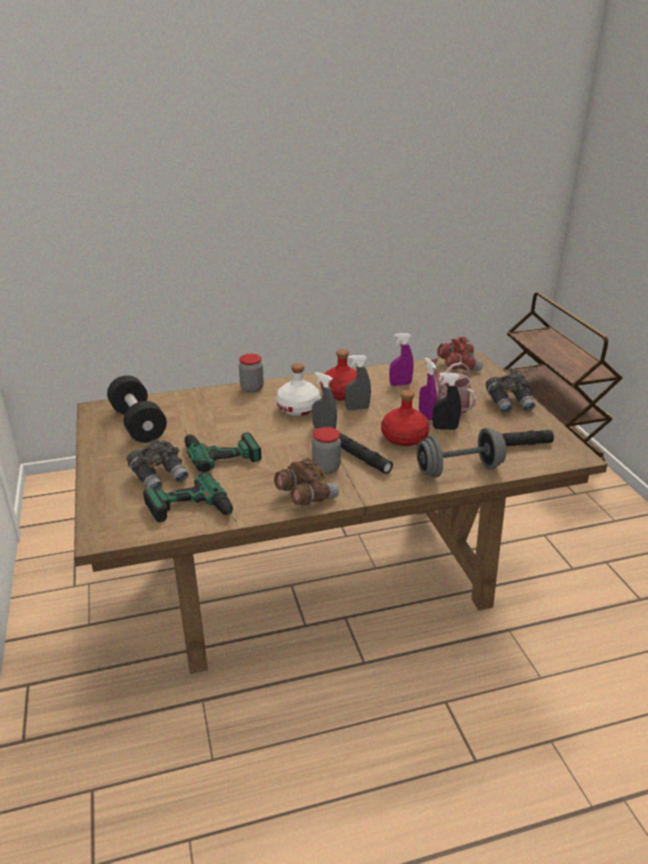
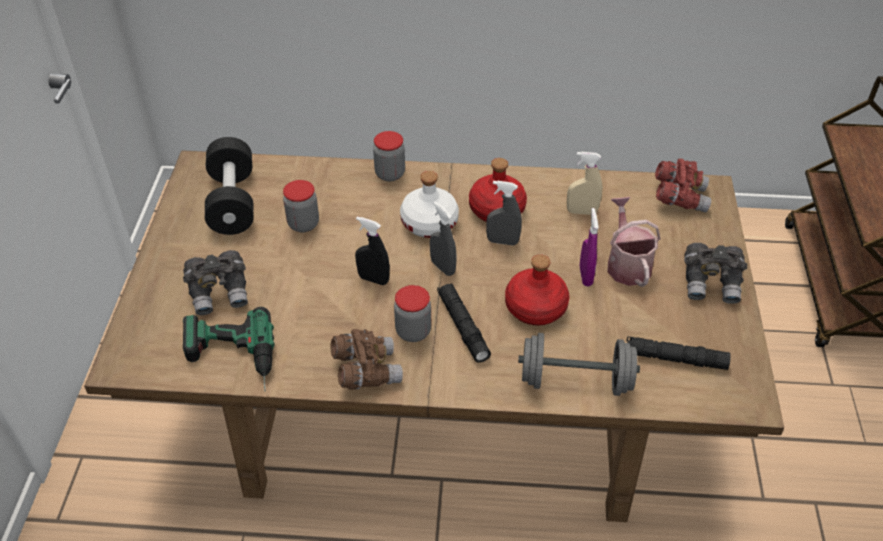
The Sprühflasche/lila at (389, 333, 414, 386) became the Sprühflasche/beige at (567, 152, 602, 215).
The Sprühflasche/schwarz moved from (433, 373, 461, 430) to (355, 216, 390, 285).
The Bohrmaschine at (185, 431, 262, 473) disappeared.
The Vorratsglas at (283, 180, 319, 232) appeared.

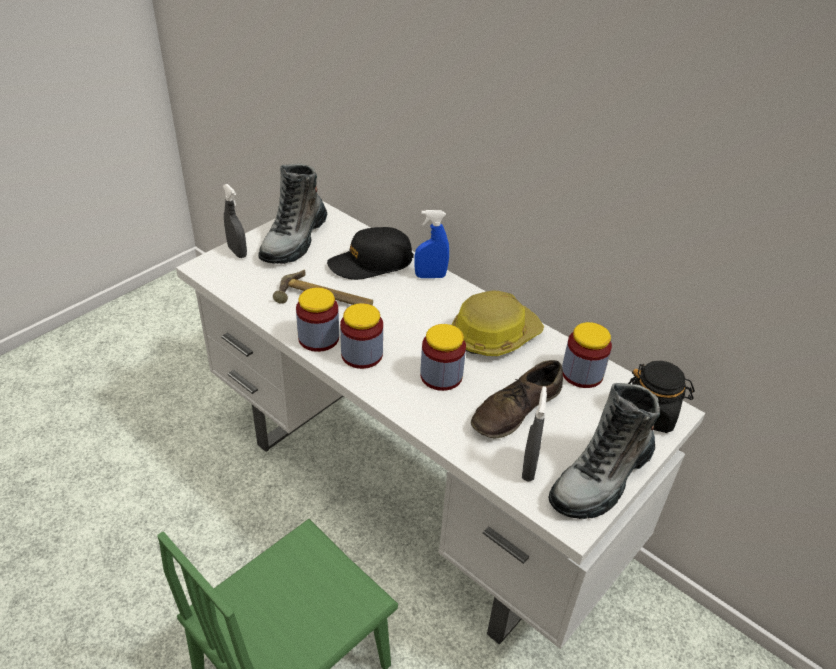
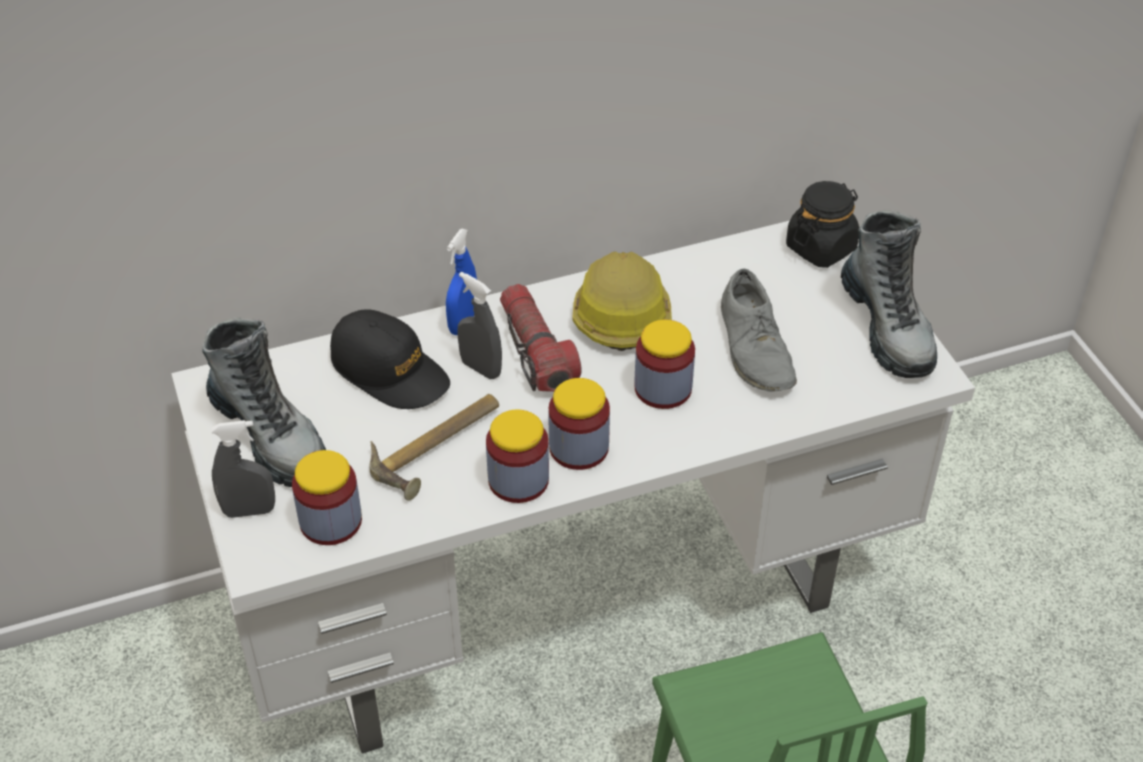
The Kappe/schwarz at (327, 227, 414, 280) turned 60 degrees counterclockwise.
The Vorratsglas moved from (562, 322, 612, 388) to (292, 450, 362, 545).
The Schuh/braun at (471, 360, 563, 439) became the Schuh/grau at (721, 269, 797, 392).
The Sprühflasche/grau moved from (522, 386, 547, 482) to (458, 272, 502, 379).
The Taschenlampe at (500, 284, 582, 392) appeared.

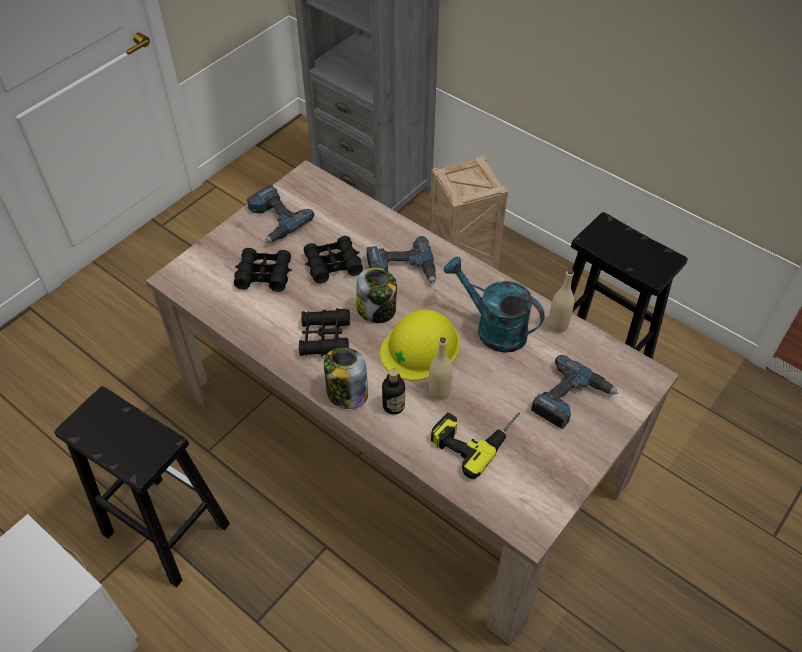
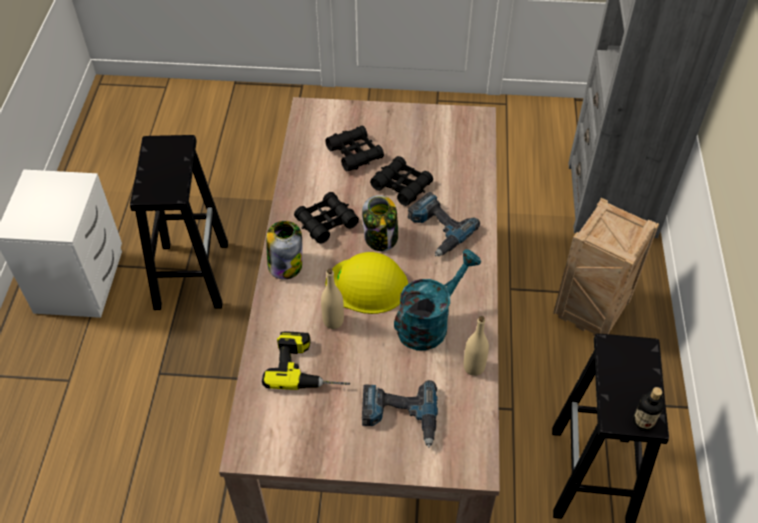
The Bohrmaschine at (246, 185, 314, 243) disappeared.
The Gießkanne/türkis at (443, 256, 545, 353) turned 45 degrees clockwise.
The Flasche moved from (382, 369, 405, 414) to (632, 387, 664, 430).

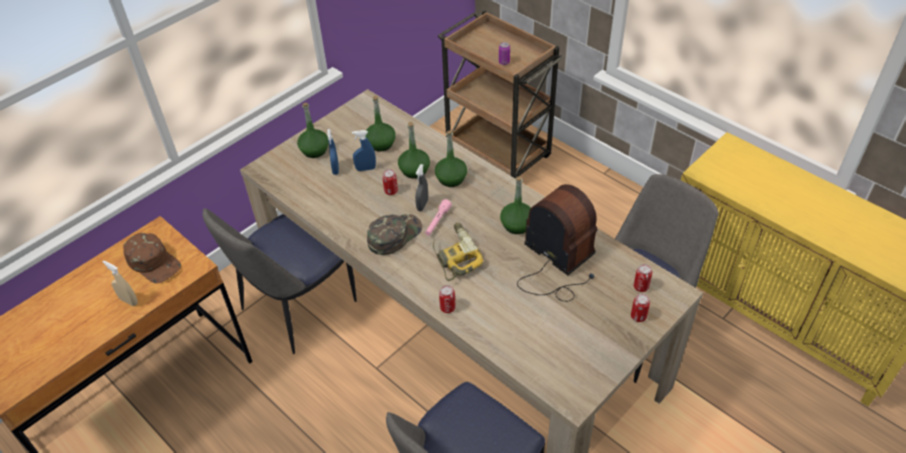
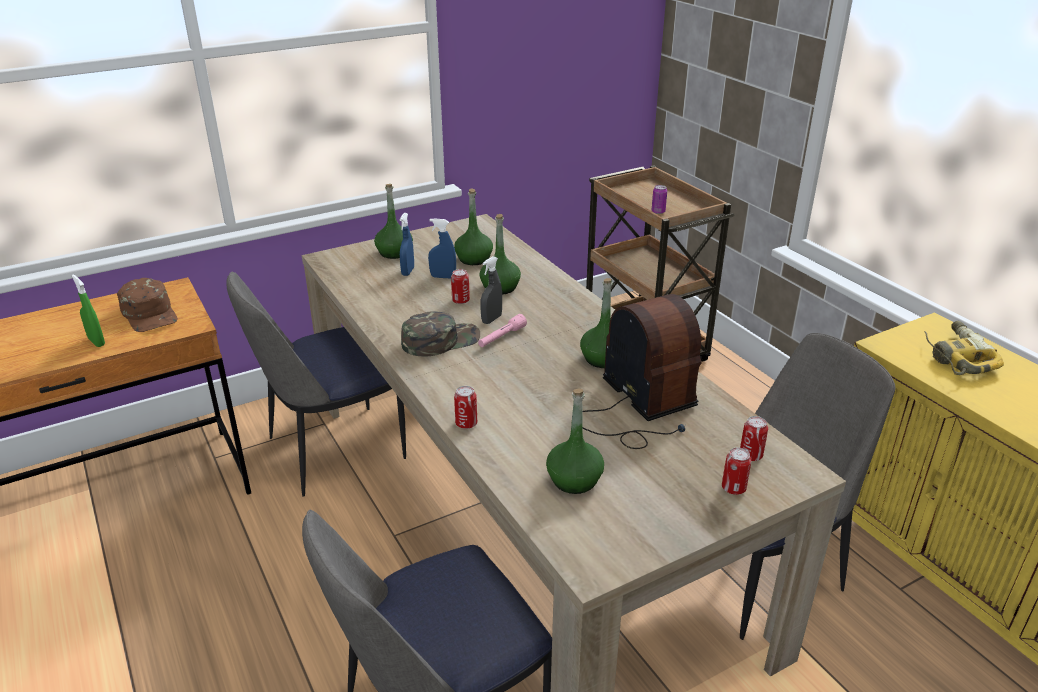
The Flasche/grün moved from (435, 131, 467, 187) to (546, 388, 604, 494).
The Bohrmaschine moved from (433, 223, 483, 281) to (925, 321, 1004, 375).
The Sprühflasche/beige at (103, 261, 138, 306) became the Sprühflasche/grün at (72, 274, 105, 347).

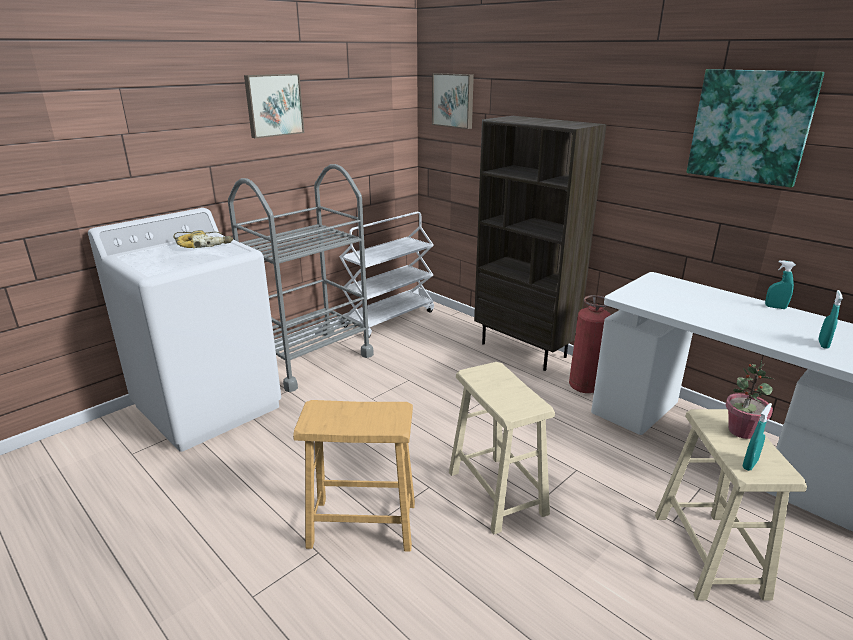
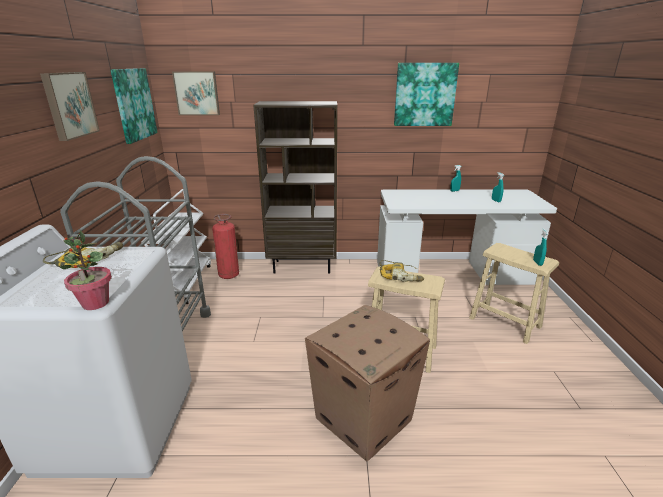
The Feuerlöscher moved from (569, 295, 611, 393) to (212, 214, 239, 279).
The Topfpflanze moved from (726, 359, 773, 439) to (59, 230, 112, 310).
The Hocker/braun at (293, 400, 415, 552) was replaced by the Karton at (305, 305, 430, 462).
The Bild at (111, 68, 158, 144) appeared.
The Bohrmaschine at (379, 260, 424, 282) appeared.

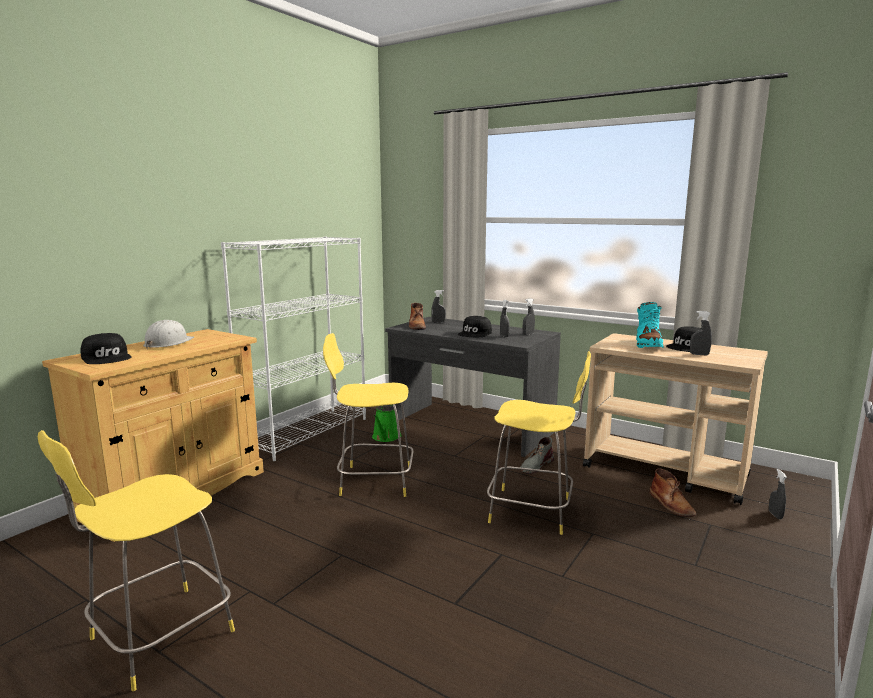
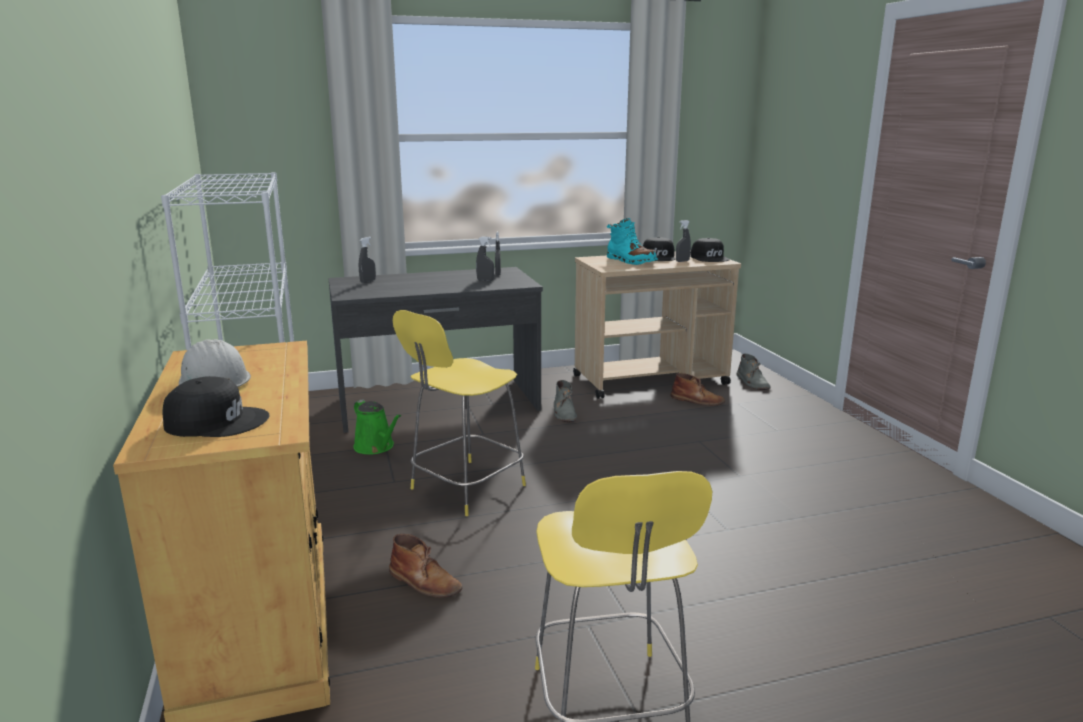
The Stiefel/braun moved from (409, 303, 426, 330) to (389, 534, 462, 598).
The Kappe/schwarz moved from (458, 316, 492, 337) to (690, 238, 730, 262).
The Hocker/gelb at (487, 351, 591, 535) disappeared.
The Sprühflasche/grau at (769, 469, 787, 519) was replaced by the Stiefel/grau at (737, 353, 771, 390).

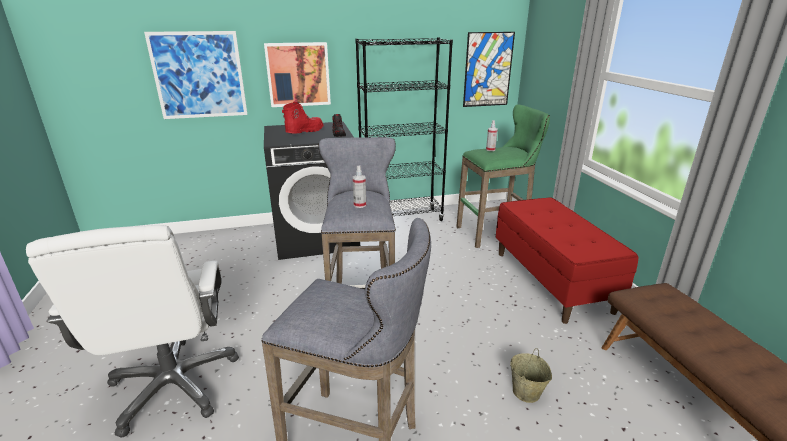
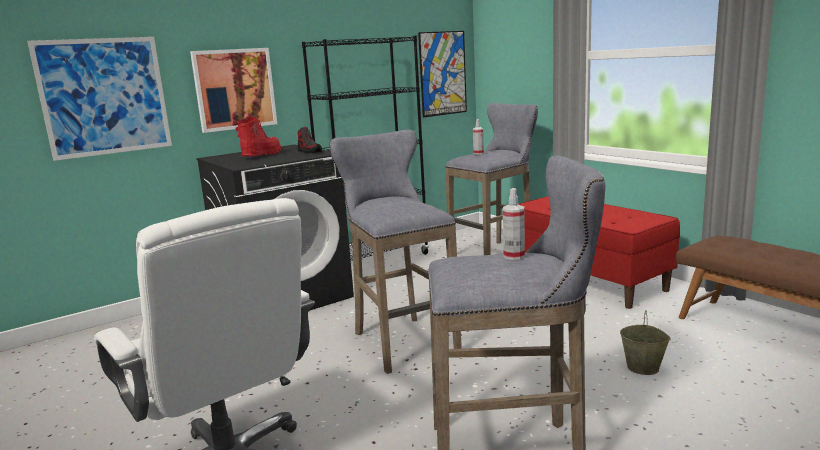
The Hocker/grün at (456, 104, 550, 248) became the Hocker/grau at (445, 103, 538, 255).
The Sprühflasche moved from (353, 166, 366, 208) to (503, 188, 525, 260).

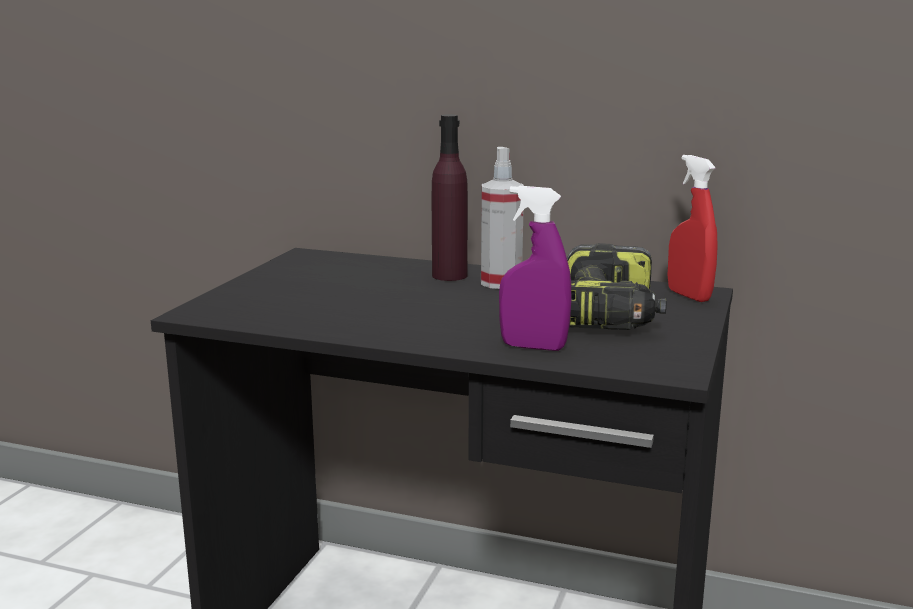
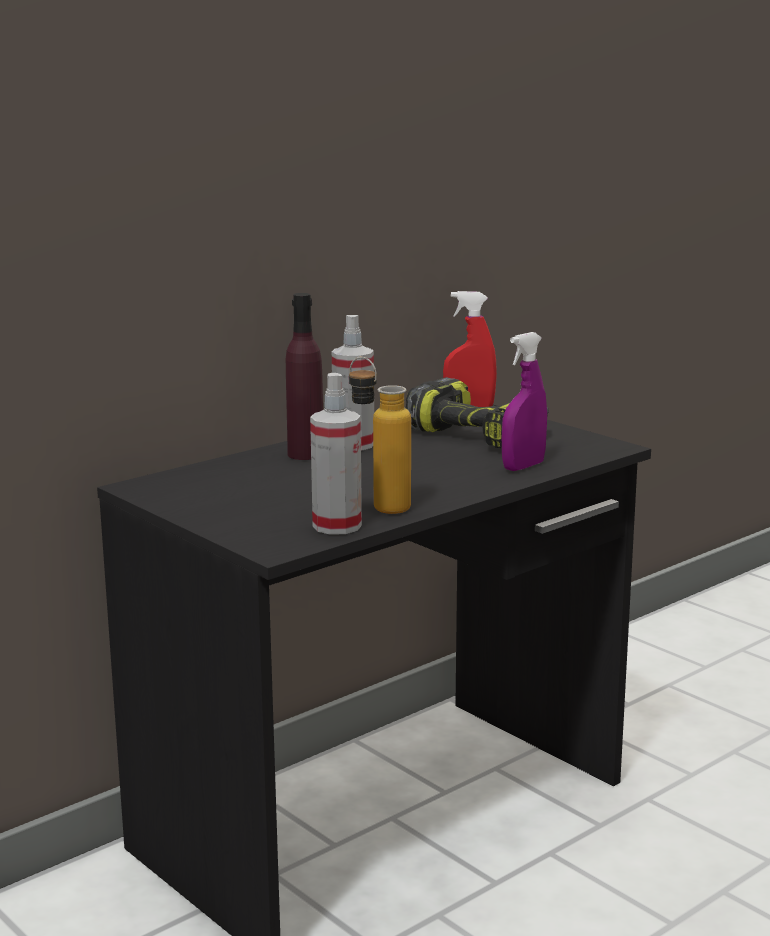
The Flasche at (349, 357, 411, 514) appeared.
The Sprühflasche at (310, 373, 362, 535) appeared.

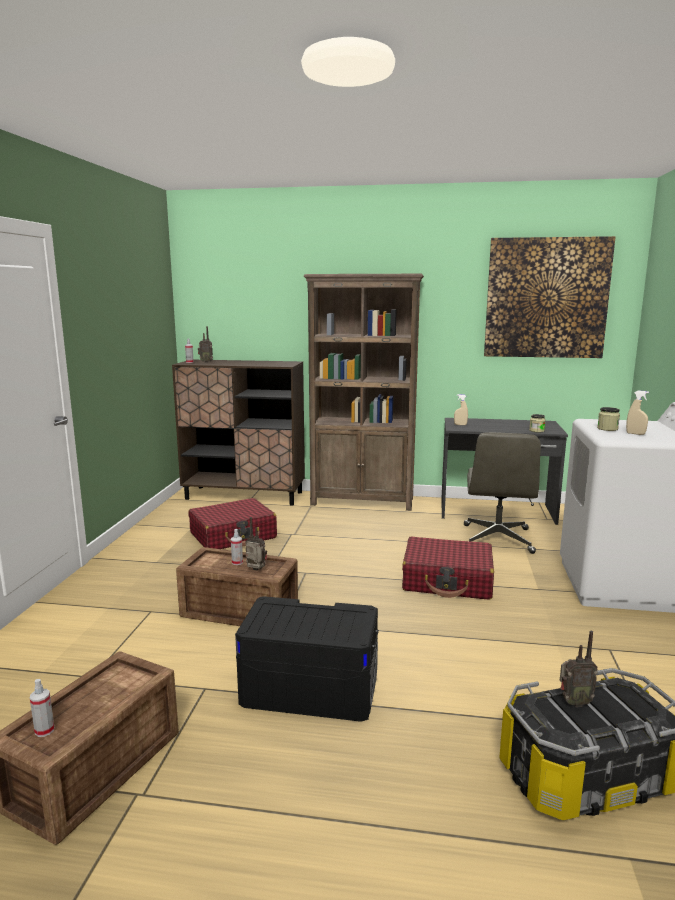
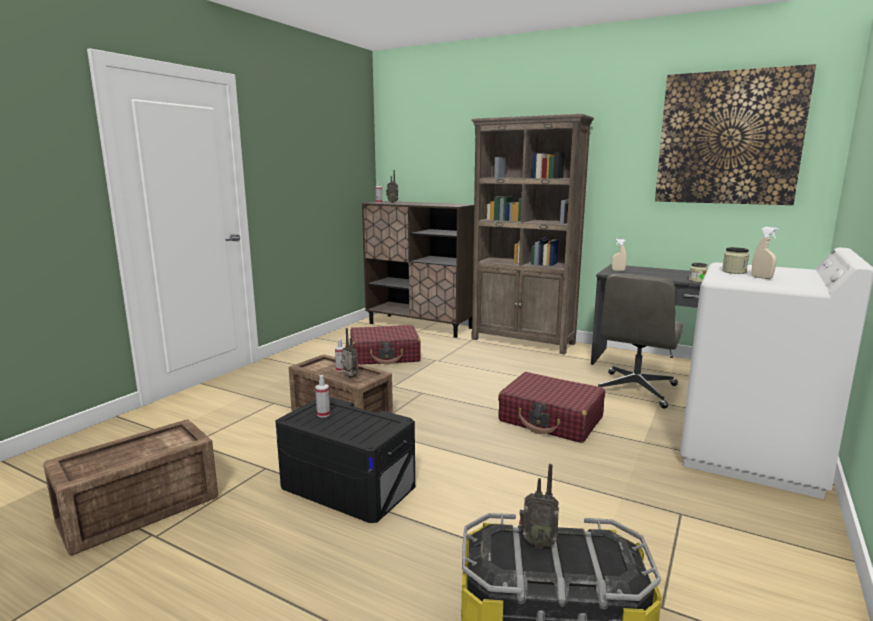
The Sprühflasche moved from (30, 679, 54, 737) to (315, 375, 330, 418).

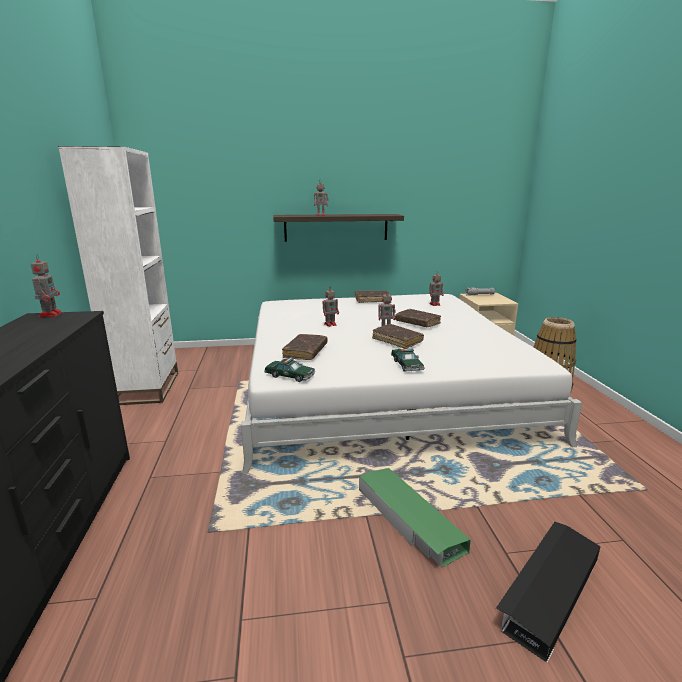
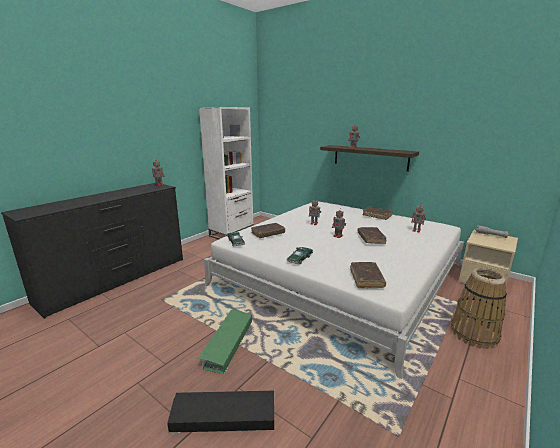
The Buch/braun moved from (372, 324, 424, 349) to (350, 262, 386, 288).

